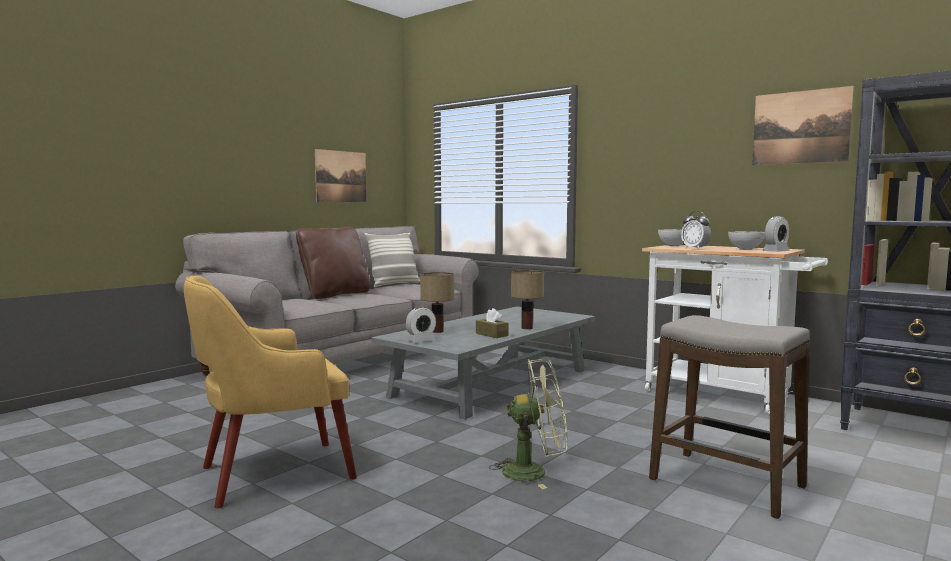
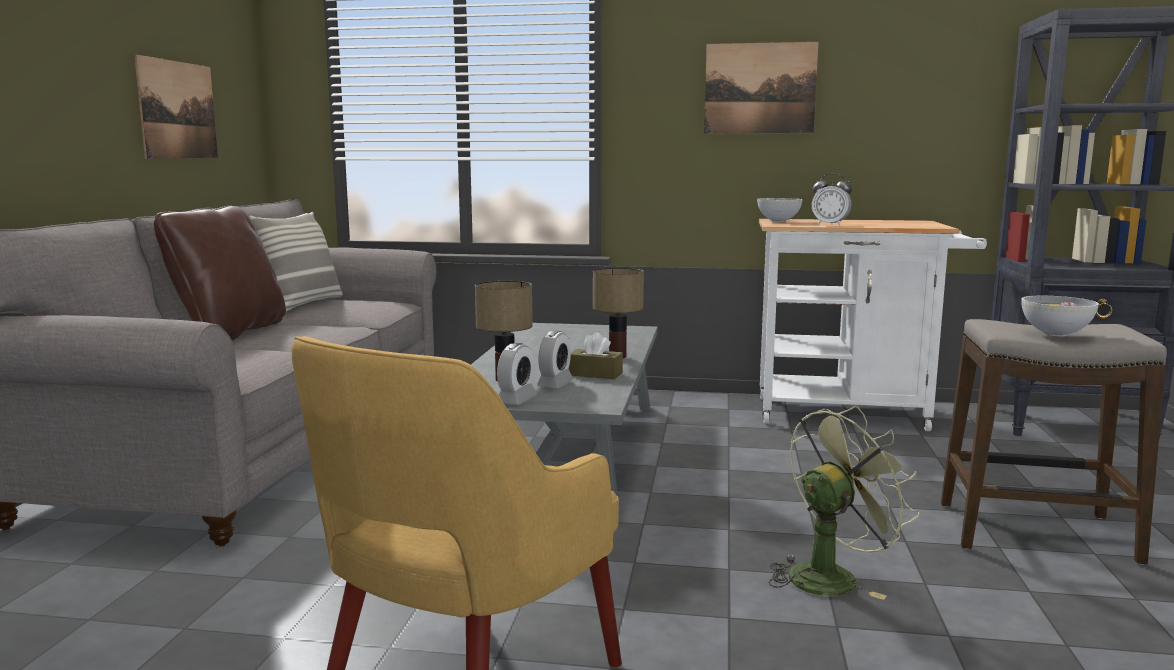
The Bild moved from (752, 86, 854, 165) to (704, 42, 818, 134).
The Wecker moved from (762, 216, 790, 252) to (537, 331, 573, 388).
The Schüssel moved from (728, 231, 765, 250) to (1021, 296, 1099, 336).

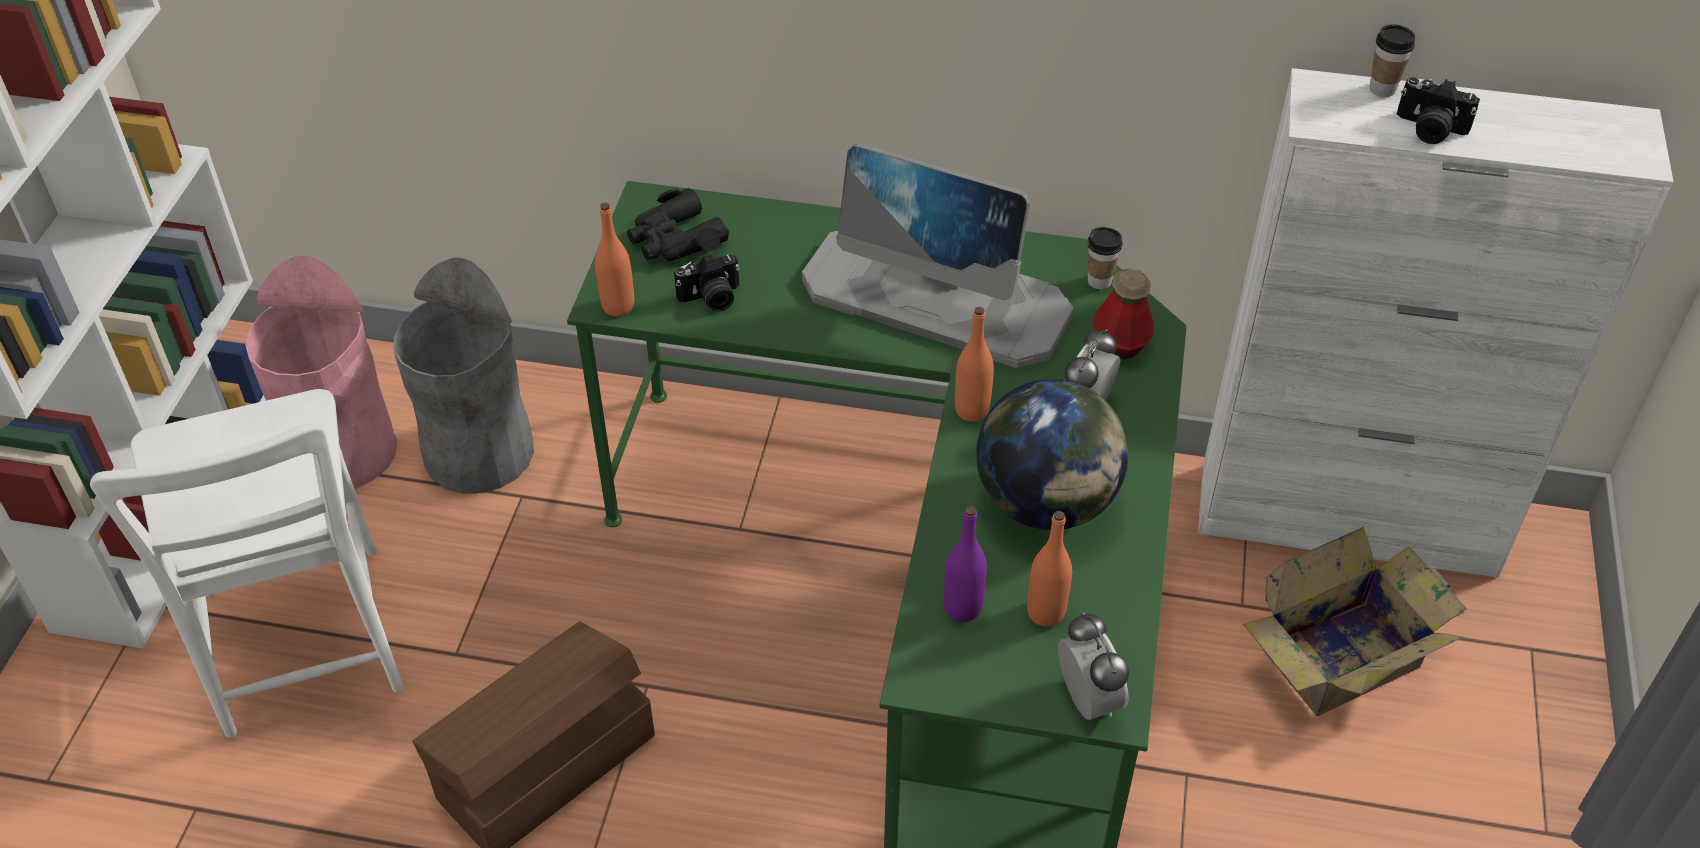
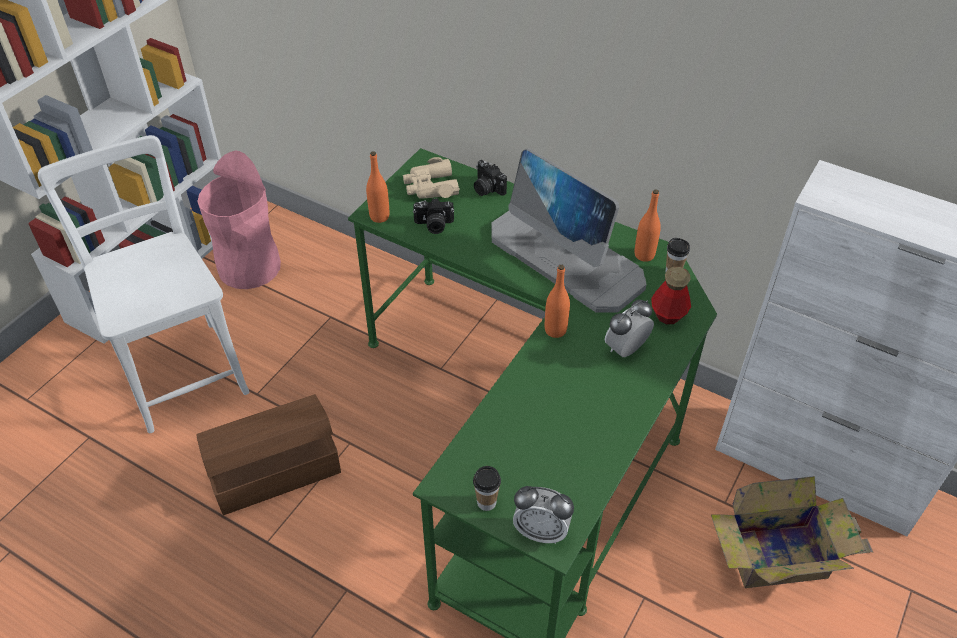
The Tasse moved from (1369, 24, 1415, 97) to (473, 466, 501, 511).
The Kamera moved from (1397, 77, 1480, 144) to (474, 160, 507, 196).
The Fernglas/schwarz at (627, 188, 729, 261) became the Fernglas/beige at (403, 157, 459, 199).
The Mülleimer/grau at (394, 257, 534, 494) disappeared.
The Globus at (976, 379, 1128, 530) disappeared.
The Stuhl/weiß at (90, 389, 403, 738) turned 150 degrees clockwise.
The Flasche/lila at (944, 506, 987, 622) disappeared.
The Flasche/orange moved from (1027, 511, 1072, 627) to (635, 189, 661, 262).
The Wecker at (1058, 612, 1129, 720) turned 105 degrees clockwise.

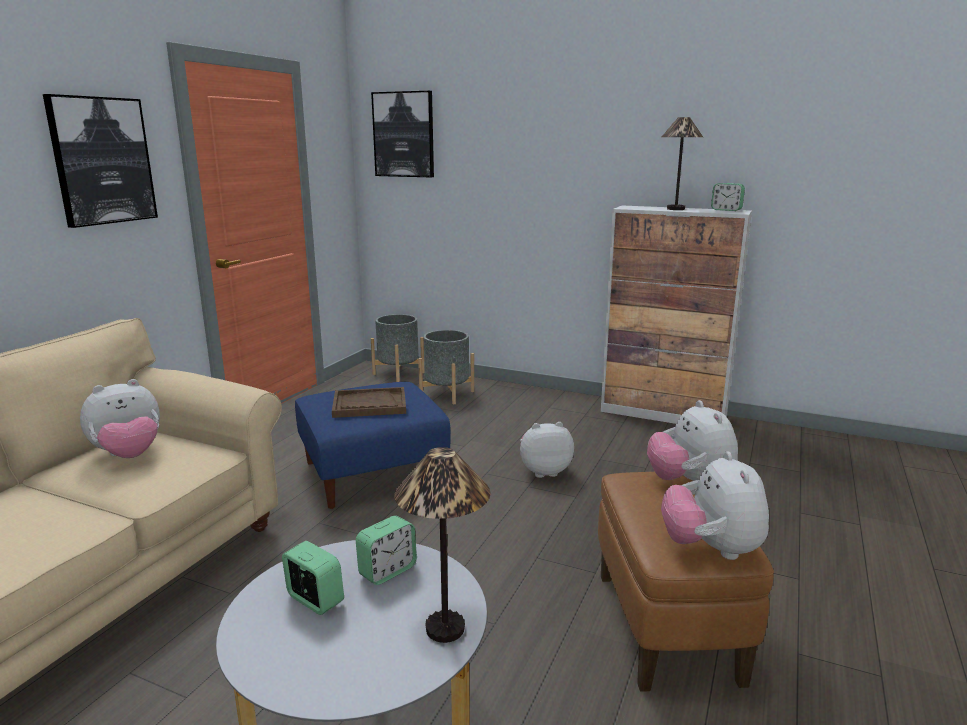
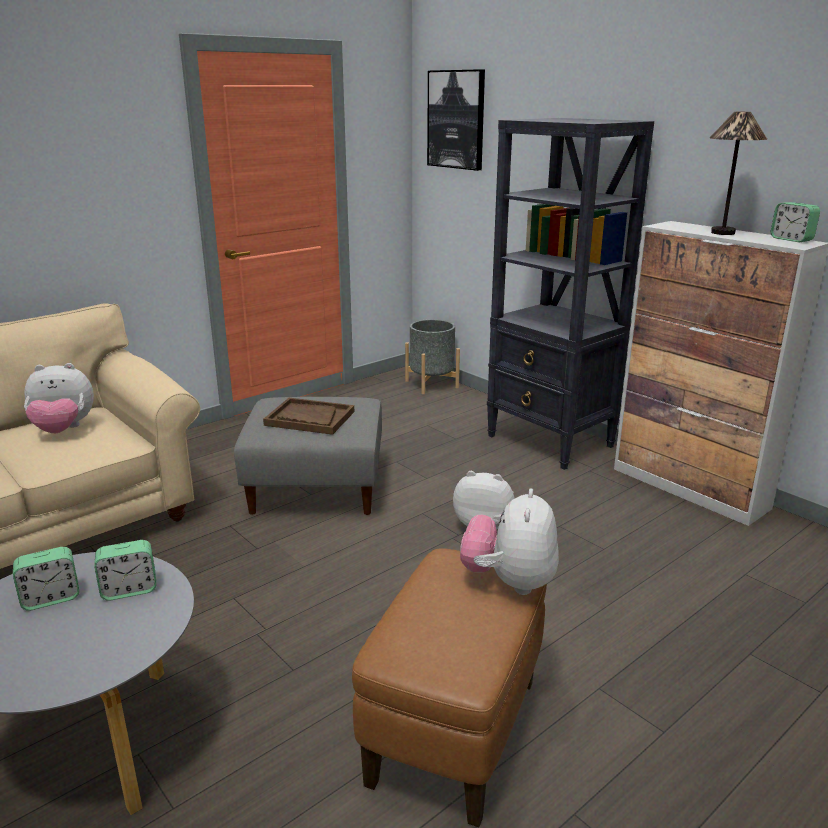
The Bild at (43, 94, 158, 228) disappeared.
The Pflanzkübel/grau at (418, 330, 474, 404) disappeared.
The Polsterhocker/blau at (295, 382, 451, 509) became the Polsterhocker/grau at (234, 397, 382, 515).
The Tischlampe at (394, 447, 491, 643) disappeared.
The Plüschtier at (661, 451, 769, 560) disappeared.
The Wecker at (282, 541, 344, 615) turned 90 degrees clockwise.
The Bücherregal/schwarz at (487, 118, 654, 470) appeared.

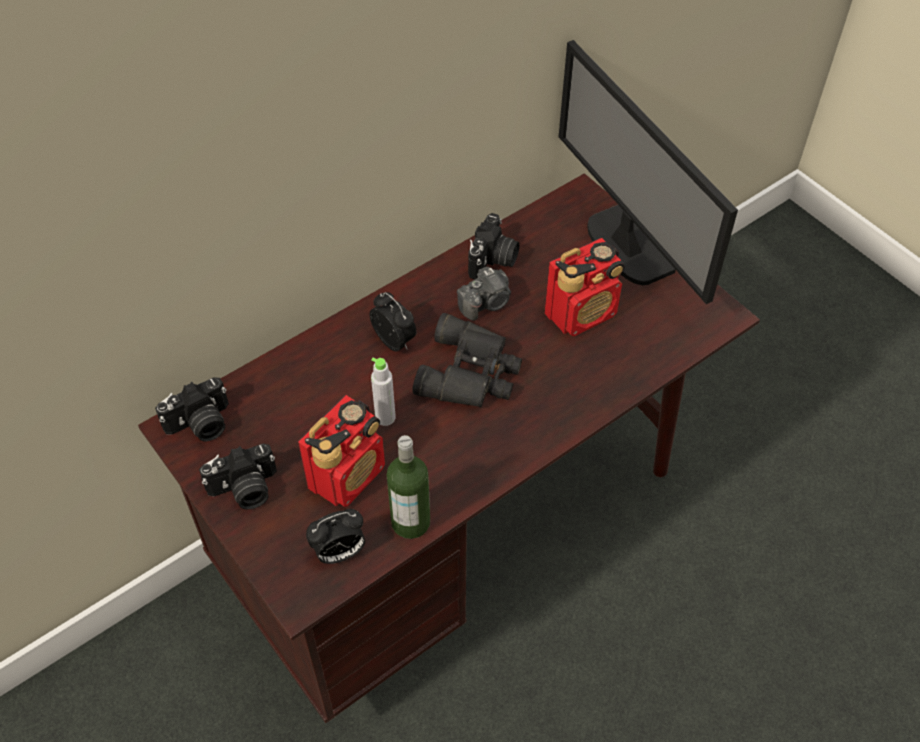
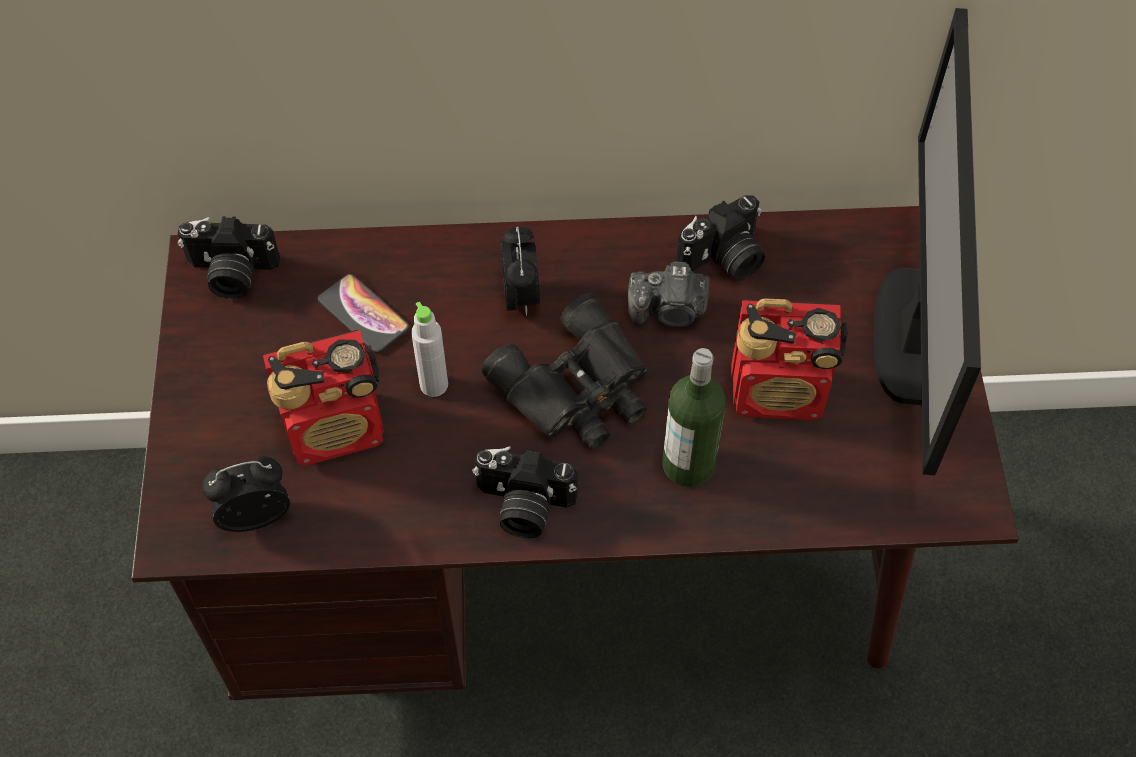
The Flasche moved from (387, 435, 430, 539) to (662, 348, 726, 487).
The Kamera moved from (199, 444, 277, 509) to (472, 446, 578, 538).
The Wecker at (306, 509, 365, 564) turned 150 degrees clockwise.
The Handy at (318, 274, 410, 353) appeared.

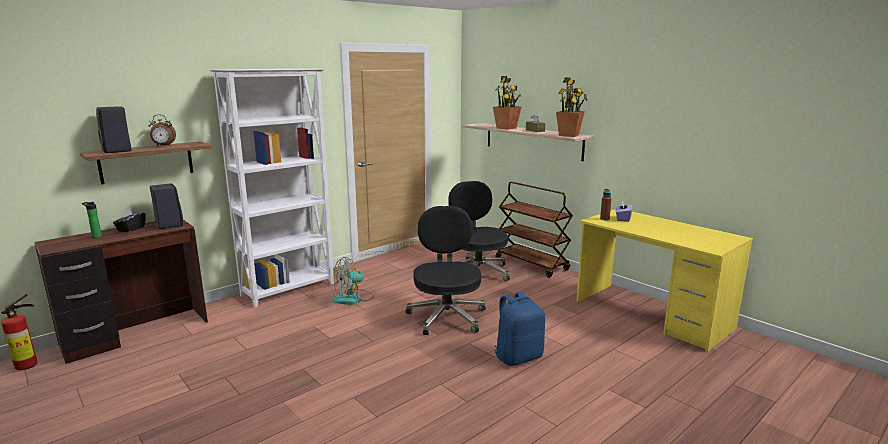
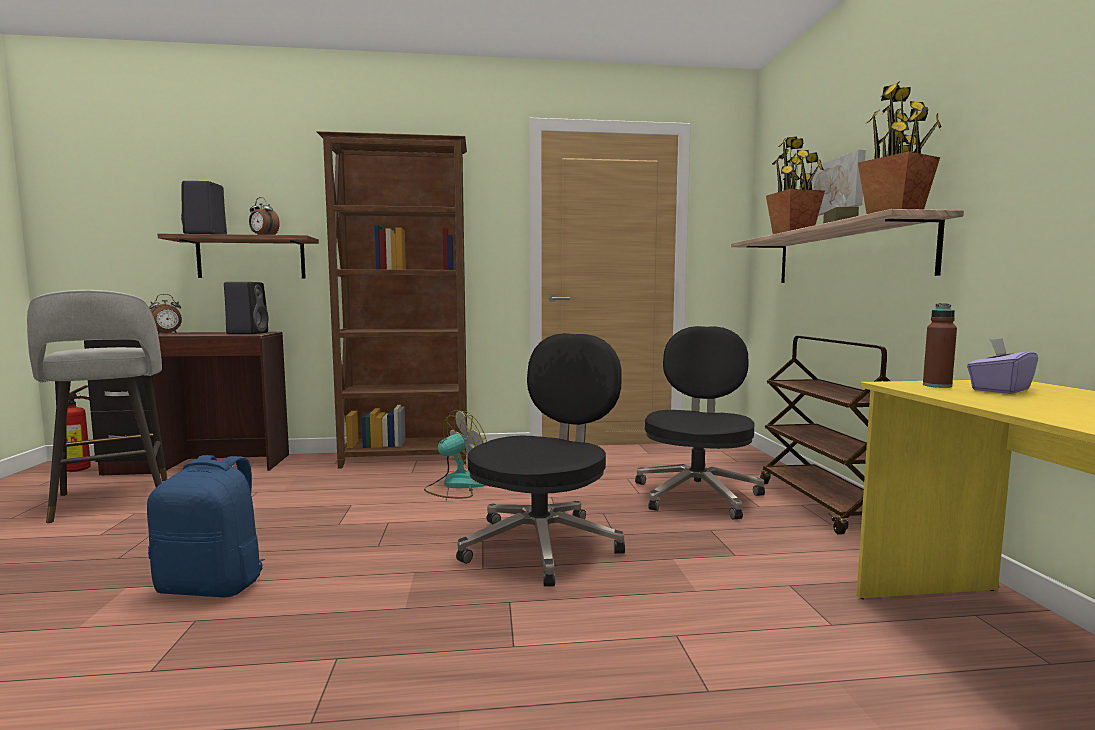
The Bücherregal/weiß at (210, 69, 334, 308) became the Bücherregal/braun at (317, 131, 467, 469).
The Flasche at (82, 202, 102, 238) was replaced by the Wecker at (149, 294, 182, 334).
The Taschentuchbox/schwarz at (113, 208, 146, 232) disappeared.
The Ventilator at (332, 257, 374, 305) turned 135 degrees clockwise.
The Rucksack/blau moved from (495, 292, 545, 366) to (147, 455, 265, 597).
The Bild at (812, 150, 866, 216) appeared.
The Hocker/grau at (27, 290, 167, 524) appeared.

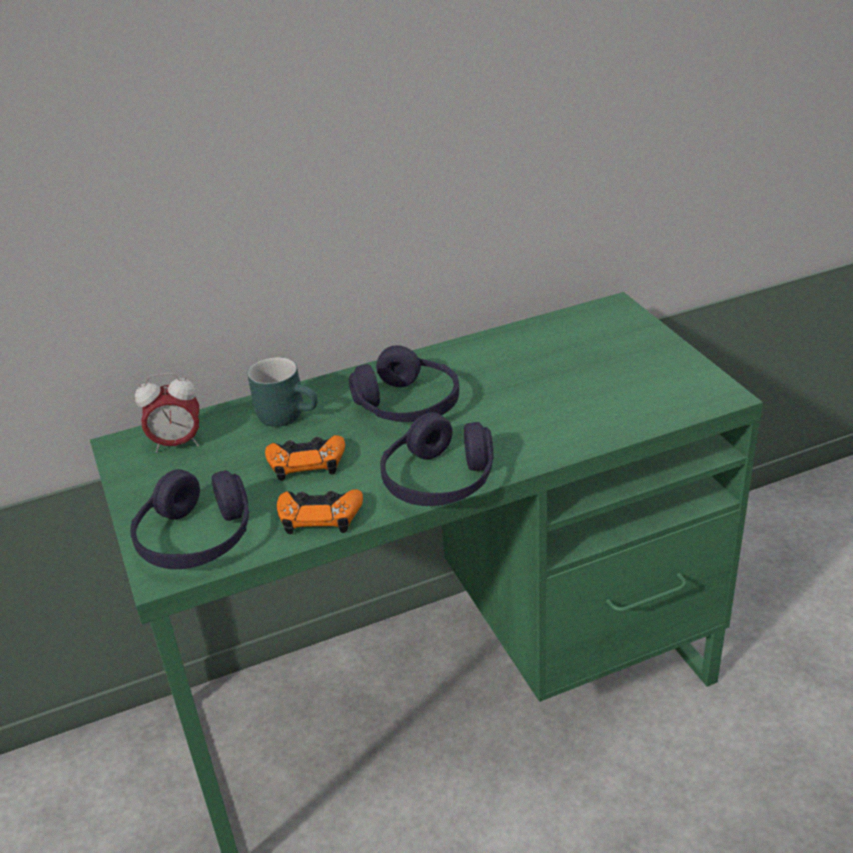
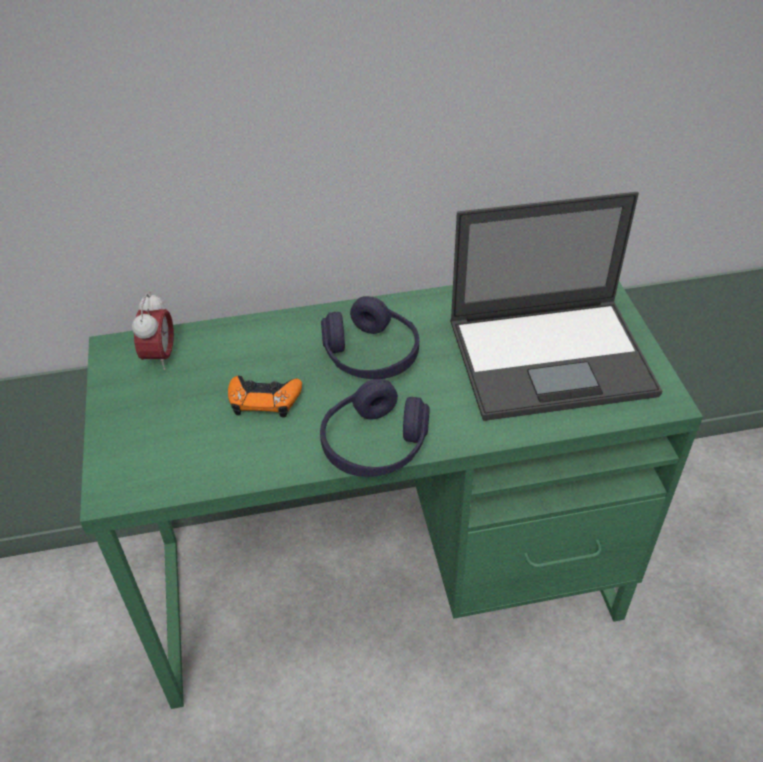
The Henkelbecher/türkis at (247, 357, 318, 427) disappeared.
The Wecker at (135, 373, 199, 453) turned 90 degrees counterclockwise.
The Kopfhörer/lila at (130, 469, 249, 569) disappeared.
The Gamepad/orange at (277, 489, 363, 534) disappeared.
The Laptop at (450, 192, 662, 421) appeared.

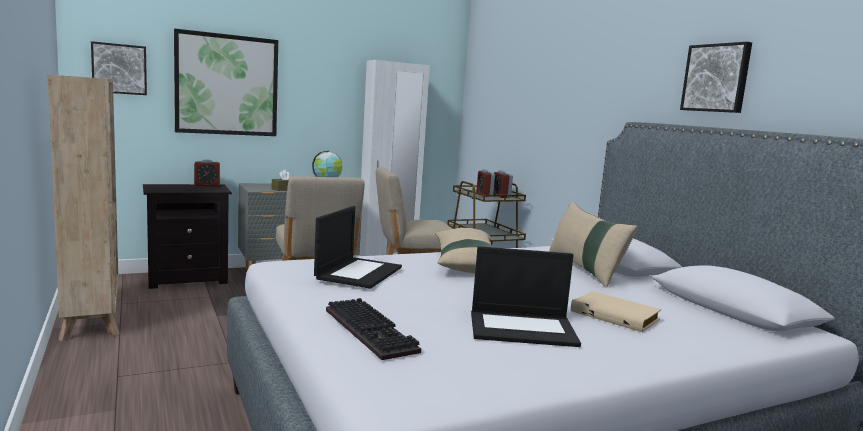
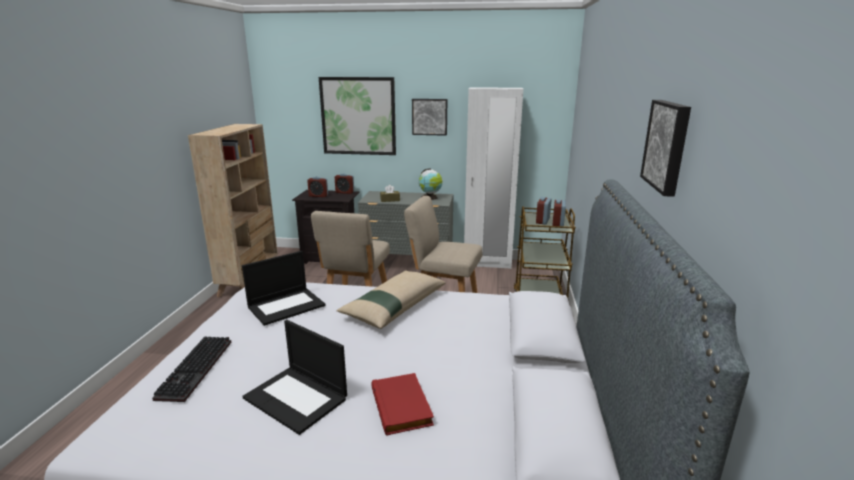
The Bild moved from (91, 41, 147, 95) to (412, 99, 447, 136).
The Kissen/beige at (550, 201, 637, 288) disappeared.
The Buch/beige at (571, 291, 661, 332) became the Buch/rot at (371, 373, 434, 436).
The Wecker at (307, 177, 328, 197) appeared.

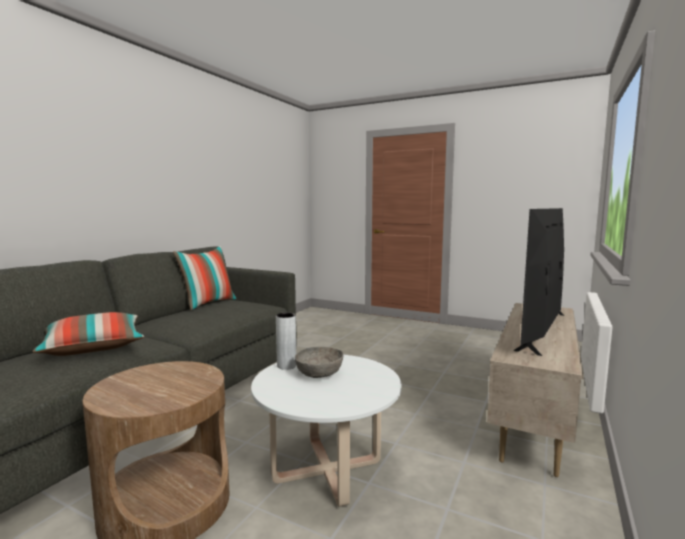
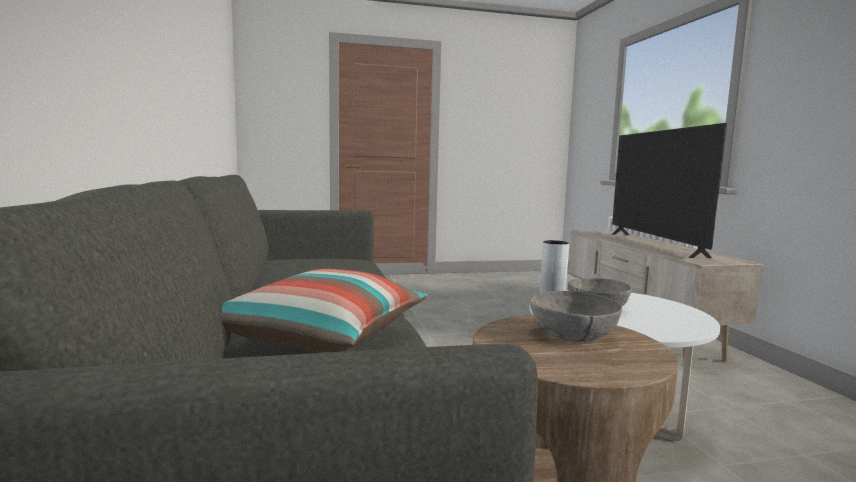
The Kissen at (173, 246, 236, 310) disappeared.
The Schüssel/grau at (530, 291, 622, 342) appeared.

